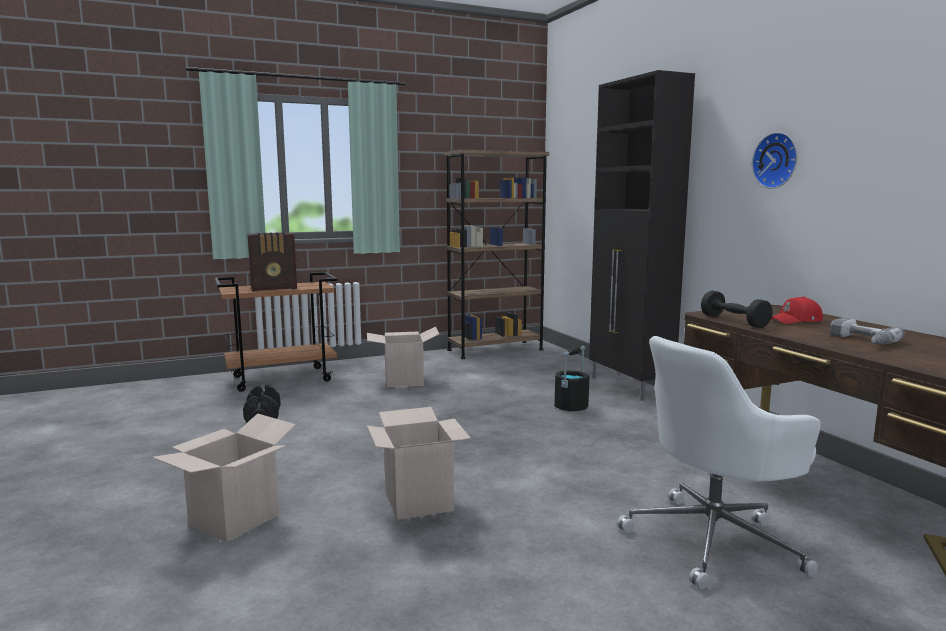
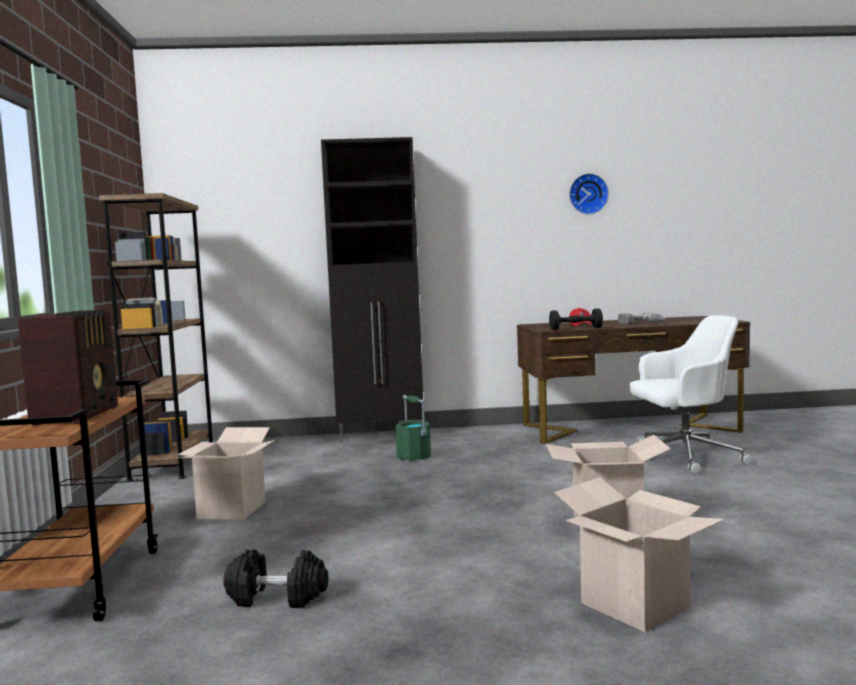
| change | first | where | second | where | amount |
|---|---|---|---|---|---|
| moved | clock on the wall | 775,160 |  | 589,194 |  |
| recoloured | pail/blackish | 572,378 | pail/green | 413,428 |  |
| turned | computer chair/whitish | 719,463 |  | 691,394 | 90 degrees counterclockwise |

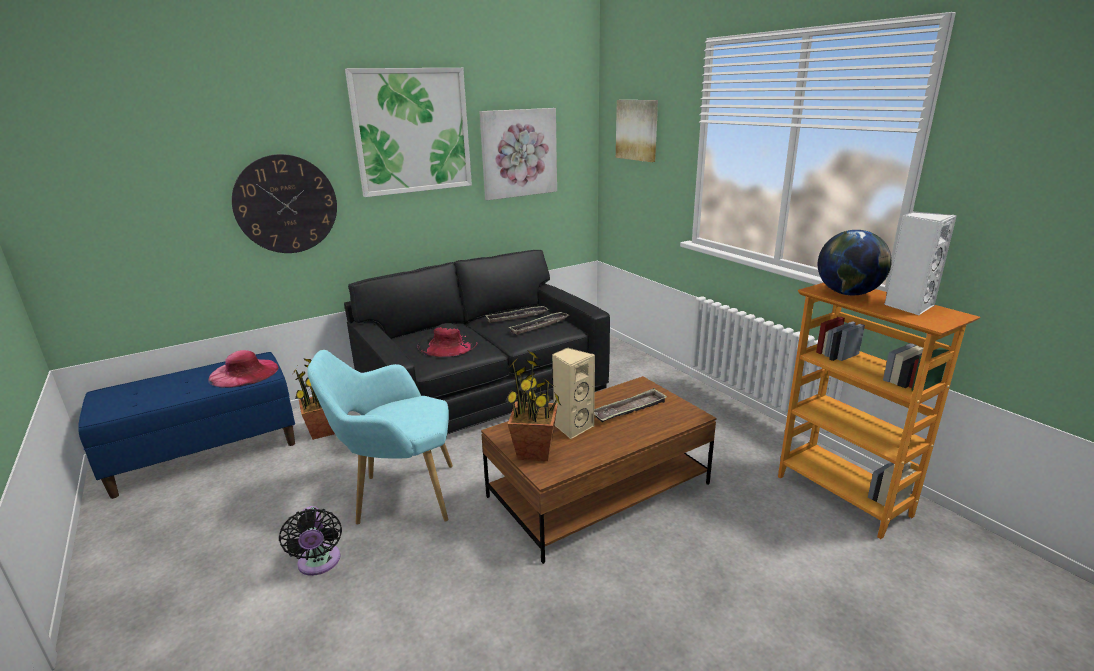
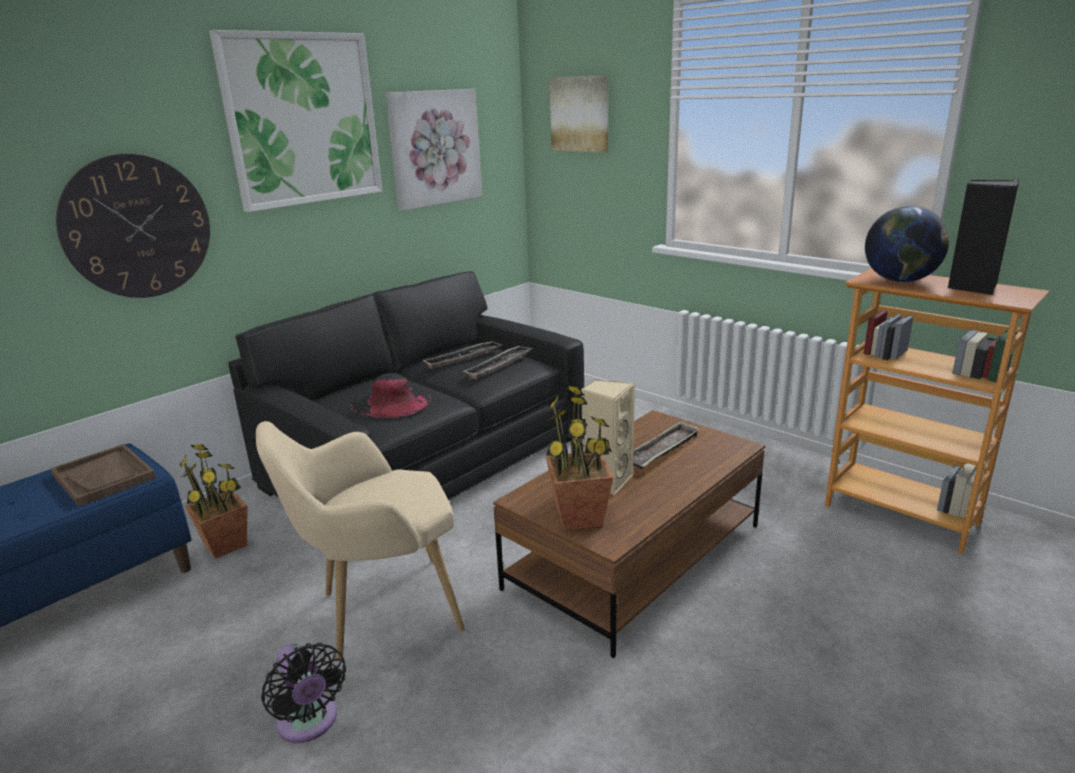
| change | first | where | second | where | amount |
|---|---|---|---|---|---|
| replaced | wearable hat/pink-coloured | 243,369 | carrying tray/brown-coloured | 103,475 |  |
| recoloured | armchair/blue-green | 380,437 | armchair/beige-coloured | 360,540 |  |
| recoloured | audio speaker/whitish | 920,263 | audio speaker/blackish | 983,237 |  |

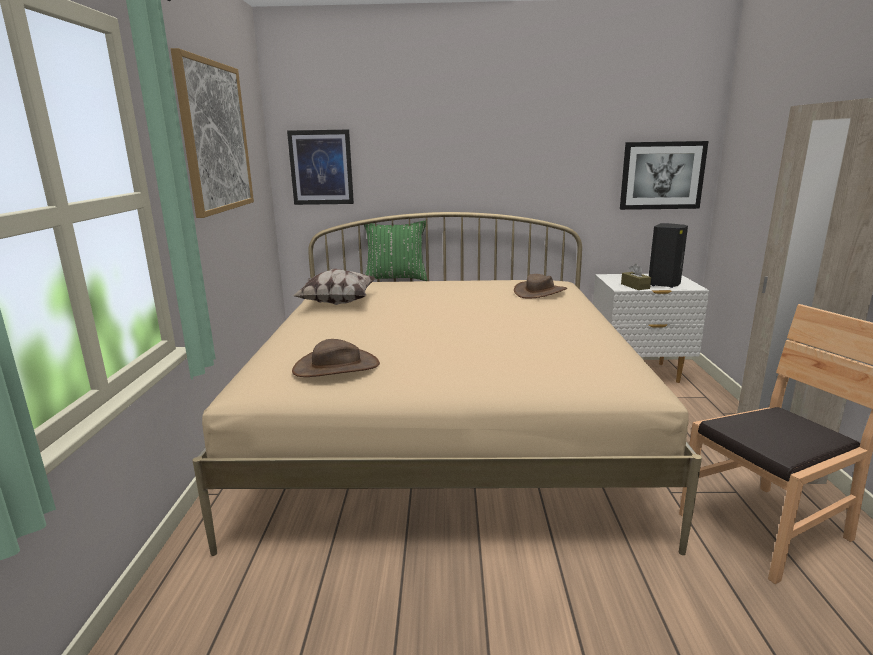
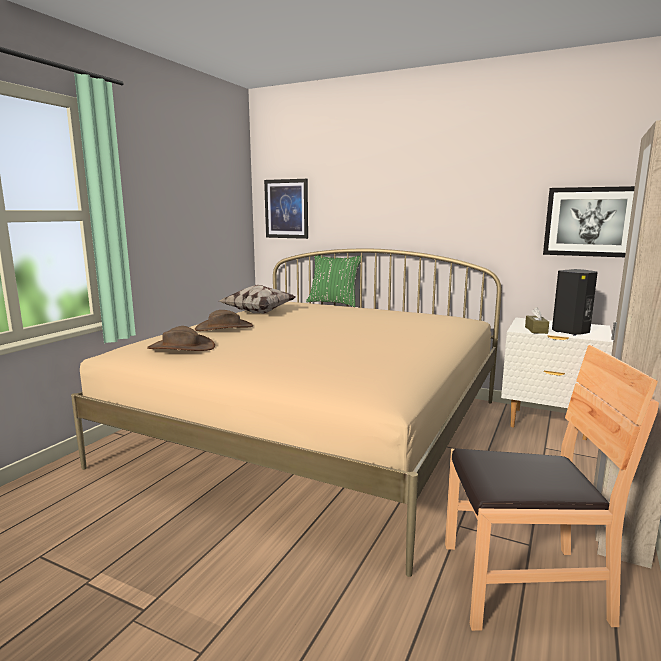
| change | first | where | second | where | amount |
|---|---|---|---|---|---|
| removed | wall art | 212,133 |  |  |  |
| moved | wearable hat/brown-coloured | 540,286 |  | 224,320 |  |

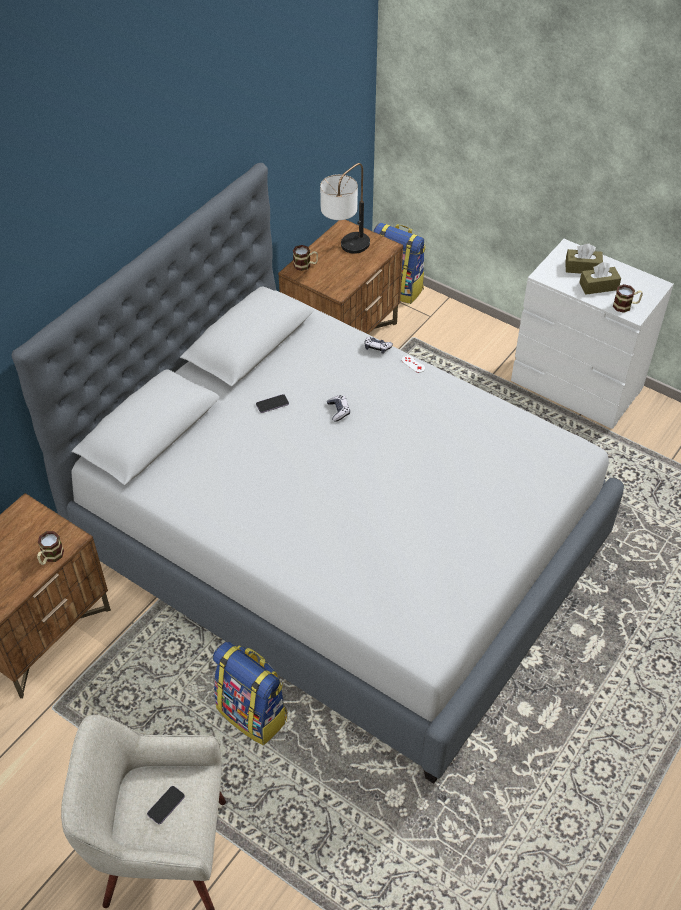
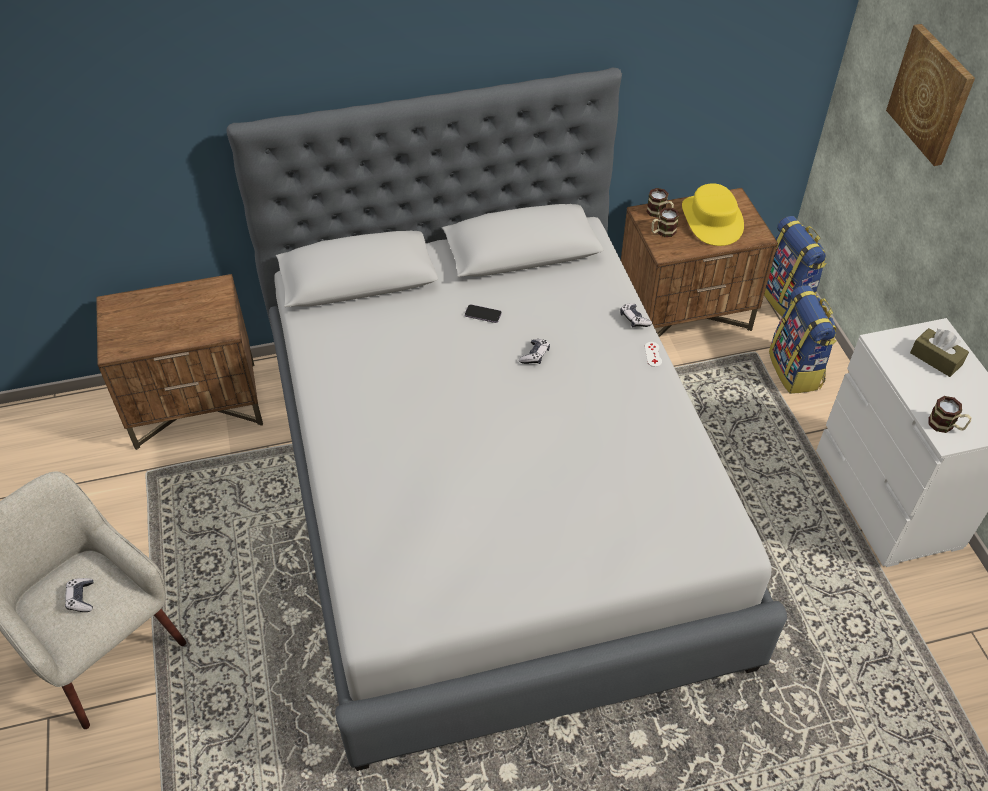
| change | first | where | second | where | amount |
|---|---|---|---|---|---|
| removed | box of tissues/brown-coloured | 600,278 |  |  |  |
| added |  |  | wall art | 930,95 |  |
| moved | mug | 50,548 |  | 665,222 |  |
| moved | knapsack | 250,693 |  | 803,339 |  |
| replaced | handset | 166,805 | gamepad | 79,595 |  |
| replaced | lamp for a table | 345,208 | wearable hat/yellow-coloured | 713,214 |  |

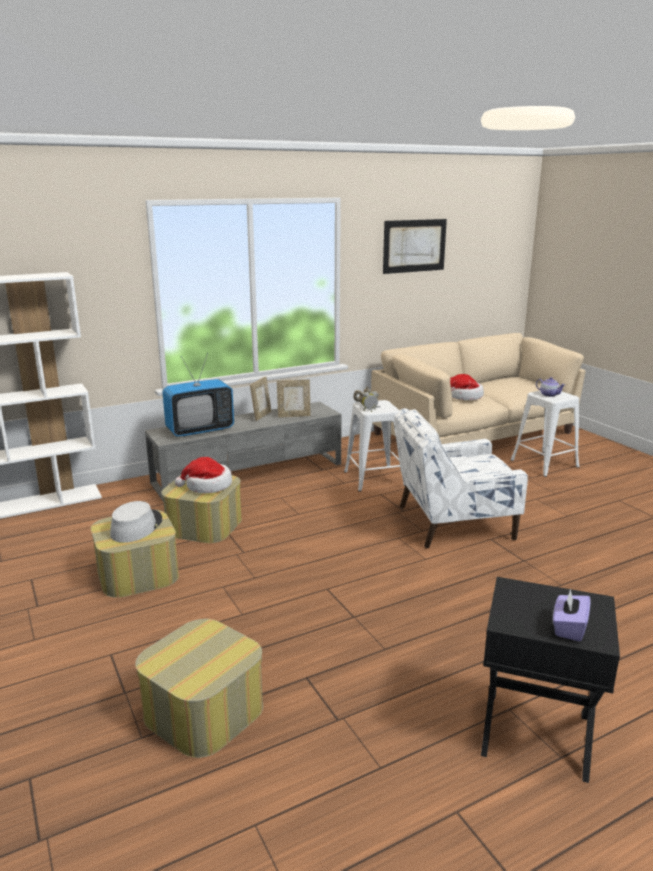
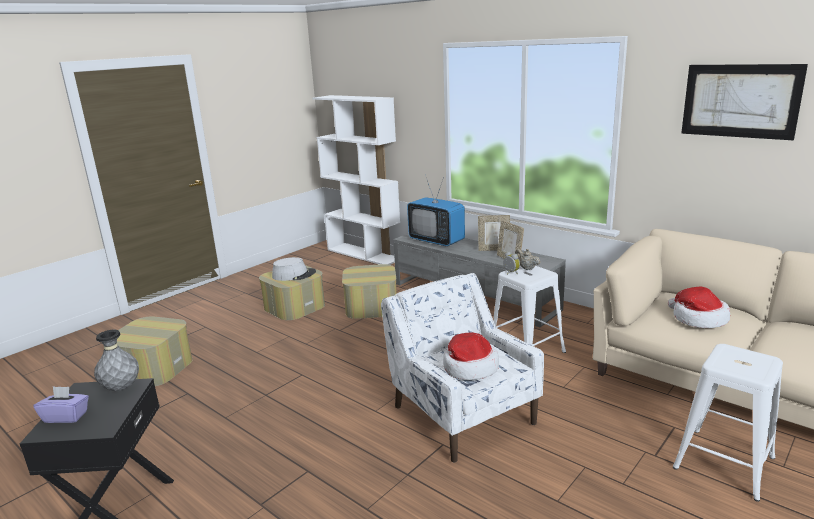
| change | first | where | second | where | amount |
|---|---|---|---|---|---|
| removed | tea pot | 550,387 |  |  |  |
| added |  |  | vase/gray | 116,360 |  |
| moved | wearable hat | 203,475 |  | 471,356 |  |

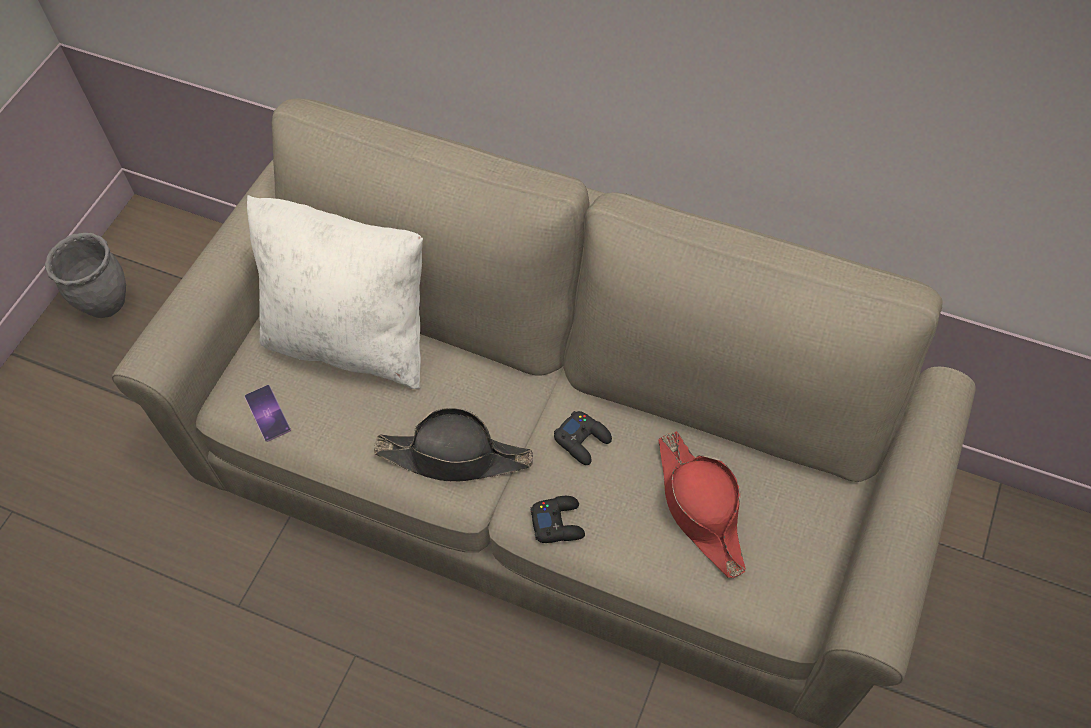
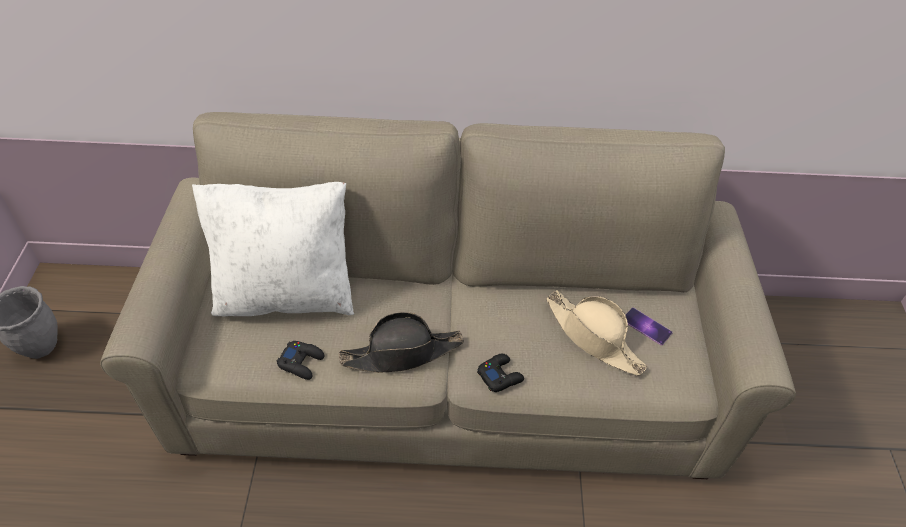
| change | first | where | second | where | amount |
|---|---|---|---|---|---|
| moved | handset | 268,413 |  | 649,326 |  |
| moved | gamepad/blackish | 583,438 |  | 300,360 |  |
| recoloured | wearable hat/red-coloured | 702,505 | wearable hat/beige-coloured | 596,333 |  |

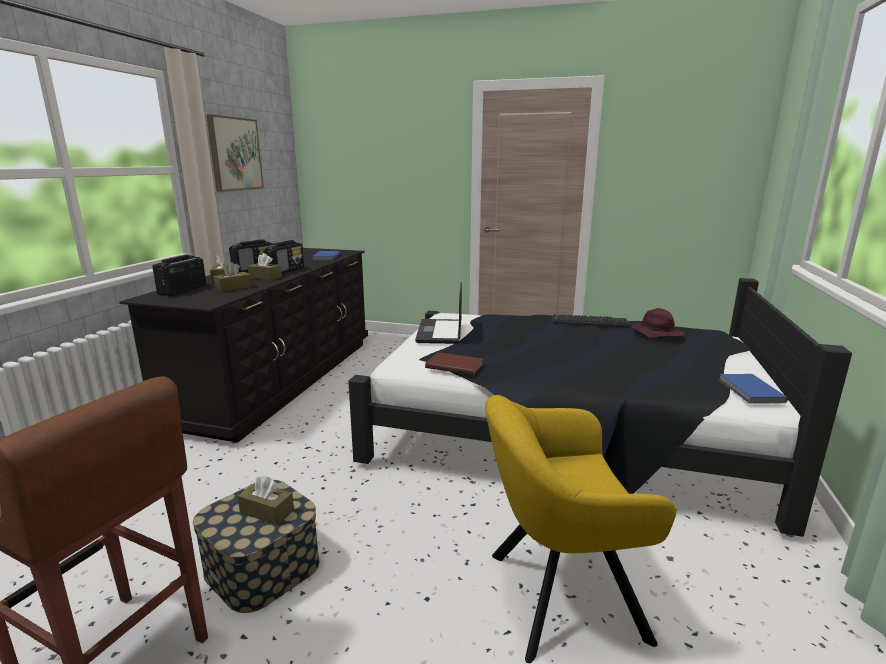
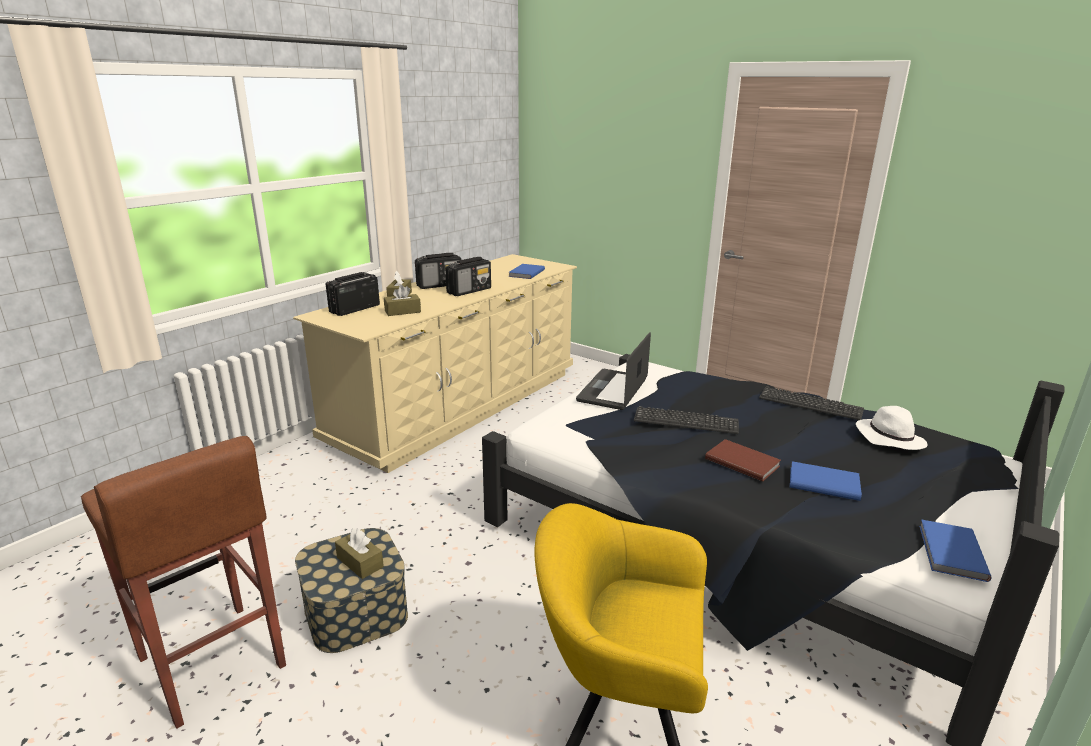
| change | first | where | second | where | amount |
|---|---|---|---|---|---|
| removed | wall art | 235,153 |  |  |  |
| removed | box of tissues/brown-coloured | 265,266 |  |  |  |
| added |  |  | keyboard | 686,420 |  |
| added |  |  | book/bluish | 826,481 |  |
| moved | book/brown-coloured | 454,363 |  | 743,460 |  |
| recoloured | dresser/blackish | 243,345 | dresser/beige-coloured | 435,363 |  |
| recoloured | wearable hat/purple-coloured | 658,323 | wearable hat/whitish | 892,428 |  |

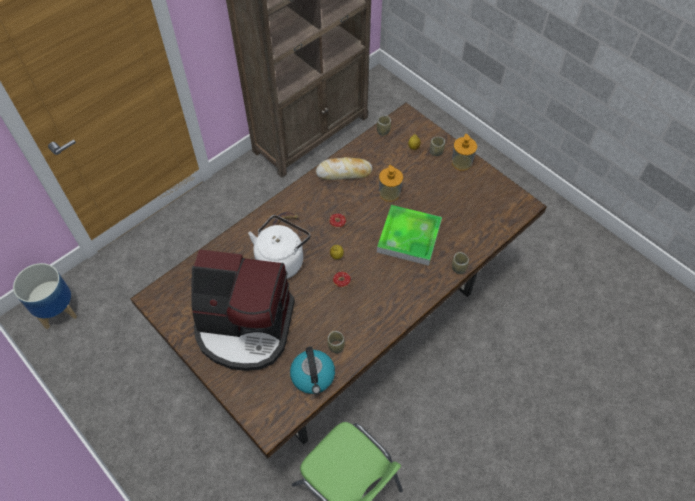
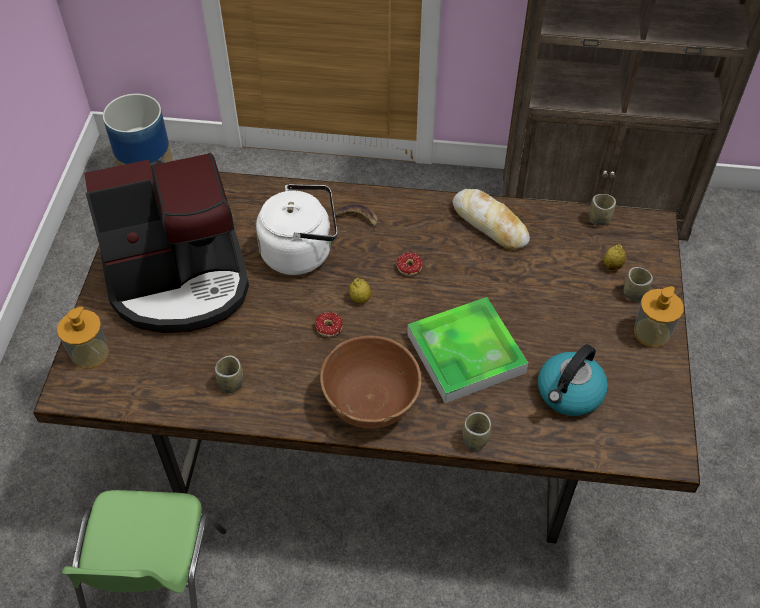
| change | first | where | second | where | amount |
|---|---|---|---|---|---|
| added |  |  | deep dish/brown-coloured | 370,382 |  |
| moved | water kettle | 312,370 |  | 573,380 |  |
| moved | soap bottle | 391,183 |  | 83,337 |  |
| turned | coffee brewer | 243,310 |  | 166,243 | 75 degrees counterclockwise |

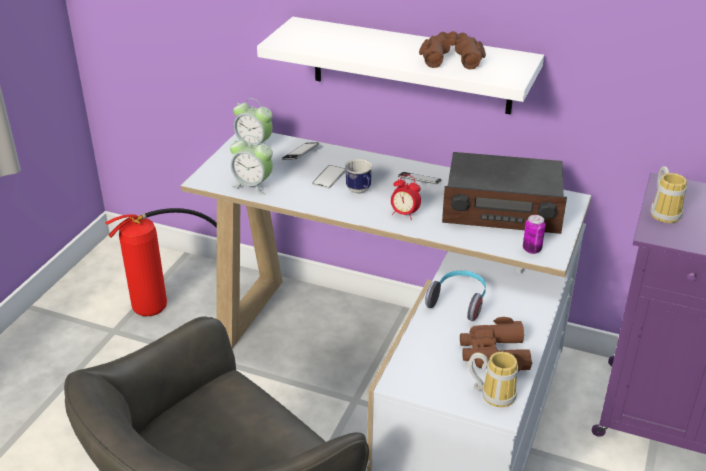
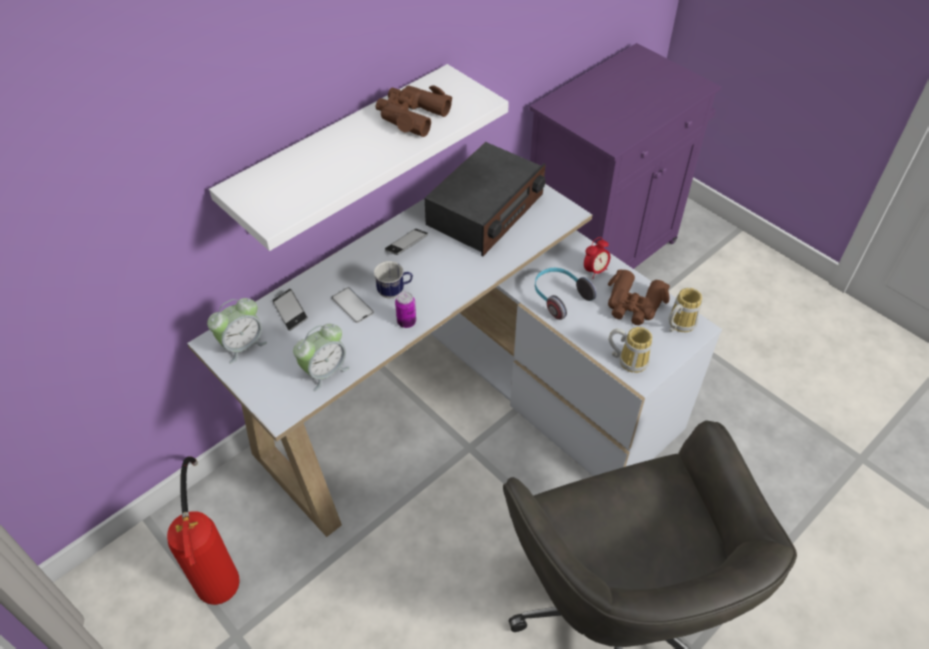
| change | first | where | second | where | amount |
|---|---|---|---|---|---|
| moved | table clock | 406,197 |  | 597,258 |  |
| moved | metal can | 534,234 |  | 405,310 |  |
| moved | mug | 668,194 |  | 631,350 |  |

